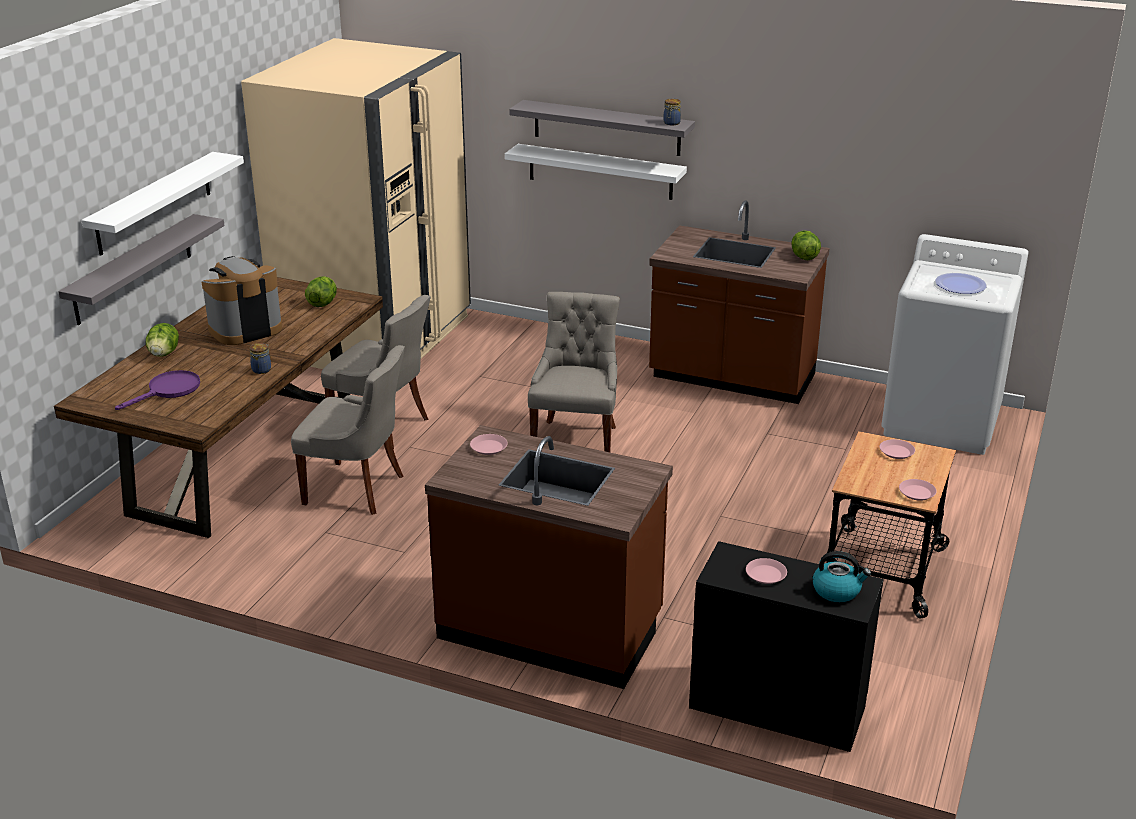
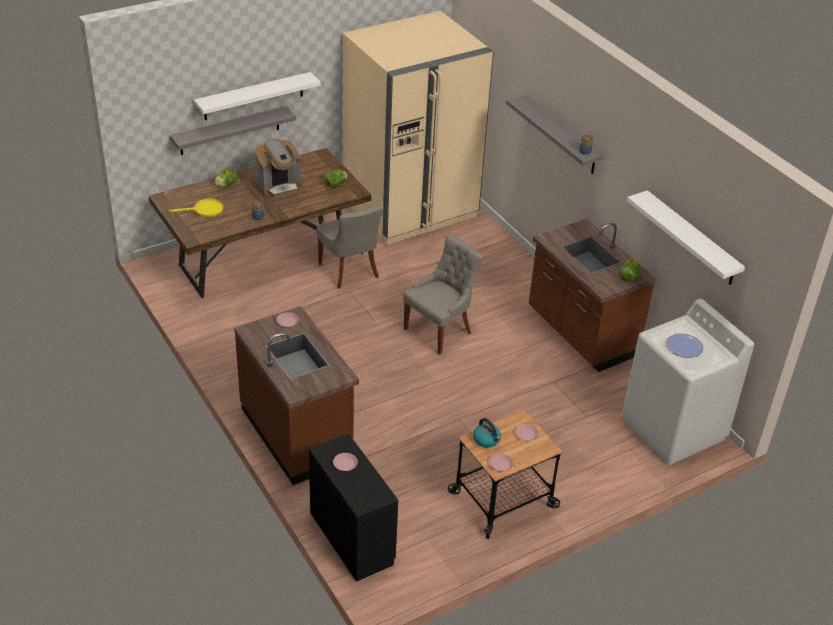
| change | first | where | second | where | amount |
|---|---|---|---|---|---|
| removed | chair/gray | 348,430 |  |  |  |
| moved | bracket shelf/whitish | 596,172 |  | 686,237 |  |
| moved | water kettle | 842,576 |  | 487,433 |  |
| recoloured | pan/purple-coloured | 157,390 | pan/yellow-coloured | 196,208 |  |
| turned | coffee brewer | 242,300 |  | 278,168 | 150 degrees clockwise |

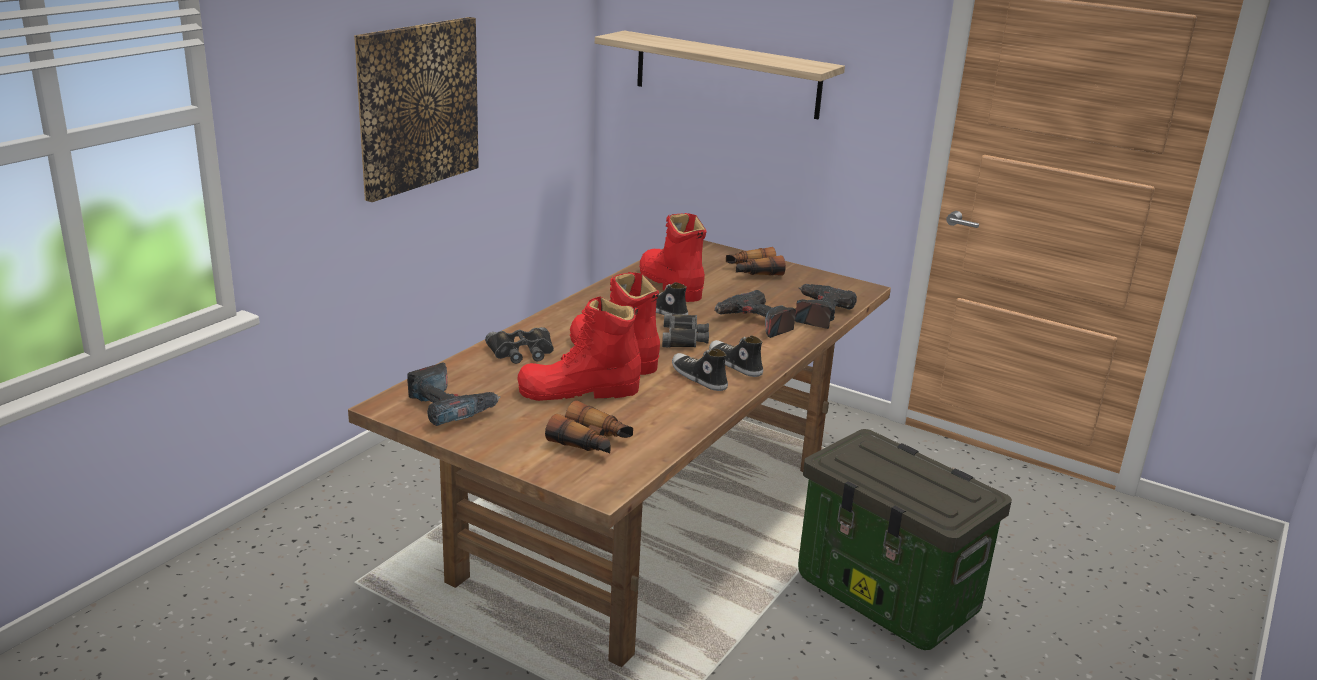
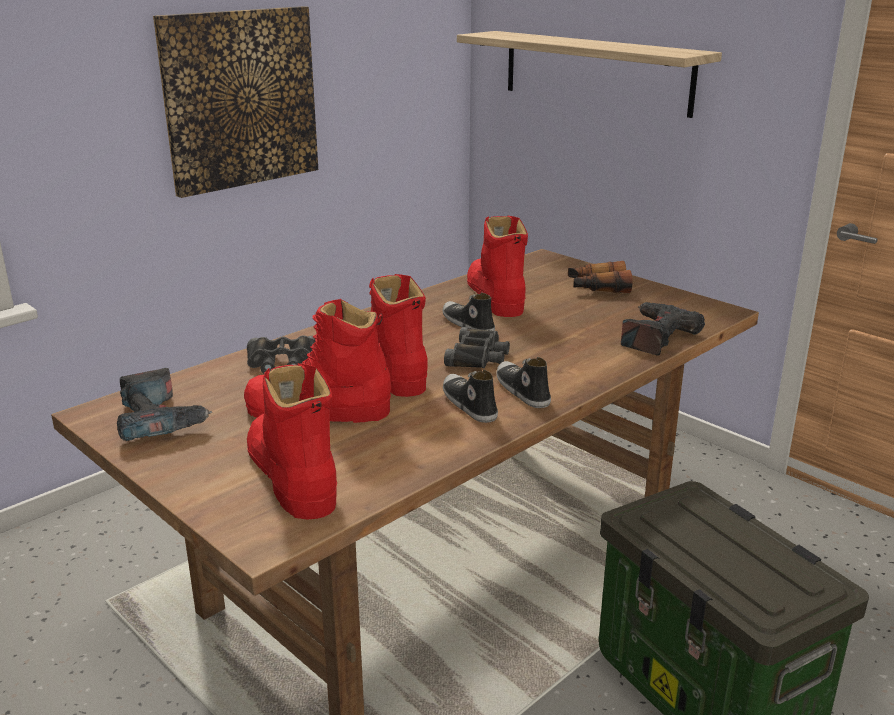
| change | first | where | second | where | amount |
|---|---|---|---|---|---|
| removed | drill | 755,314 |  |  |  |
| replaced | binoculars | 589,426 | boot/red-coloured | 292,441 |  |

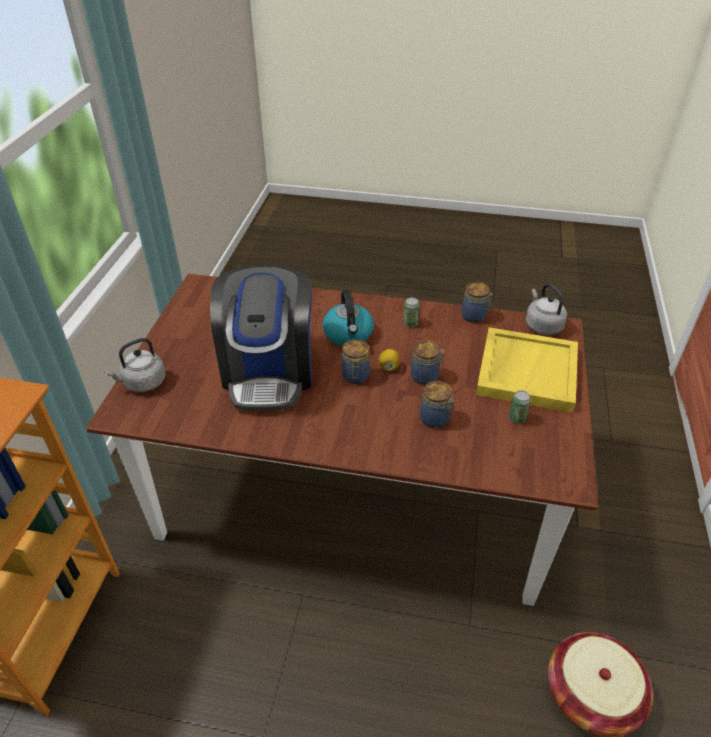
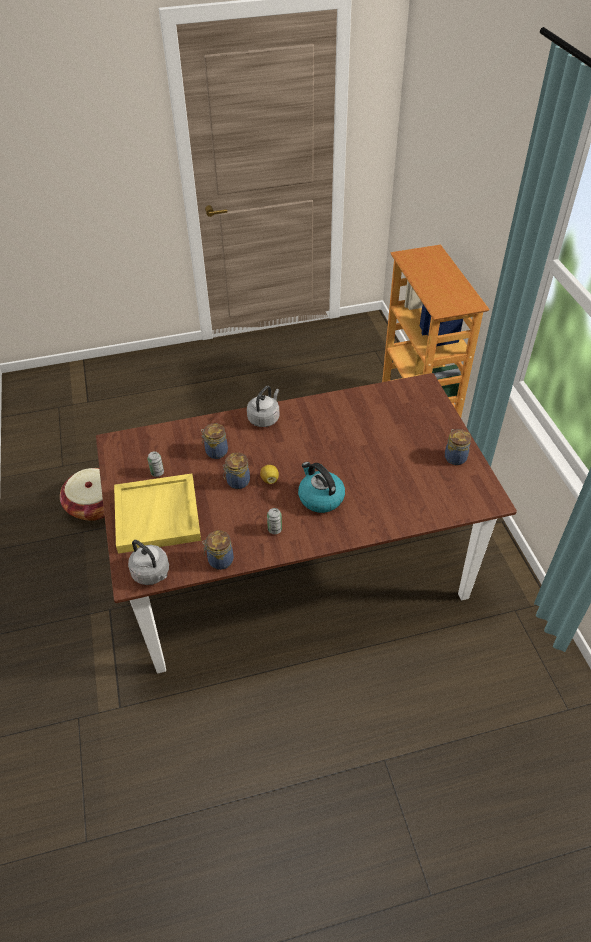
| change | first | where | second | where | amount |
|---|---|---|---|---|---|
| removed | coffee brewer | 261,337 |  |  |  |
| moved | water kettle/gray | 135,365 |  | 263,406 |  |
| moved | jar | 356,361 |  | 458,447 |  |

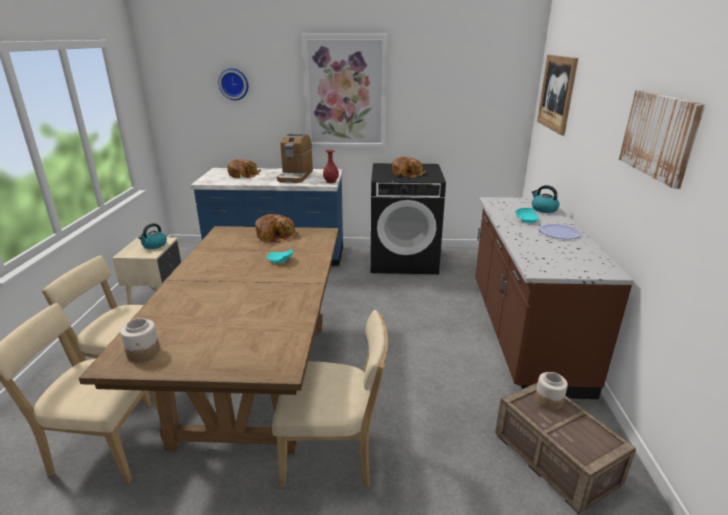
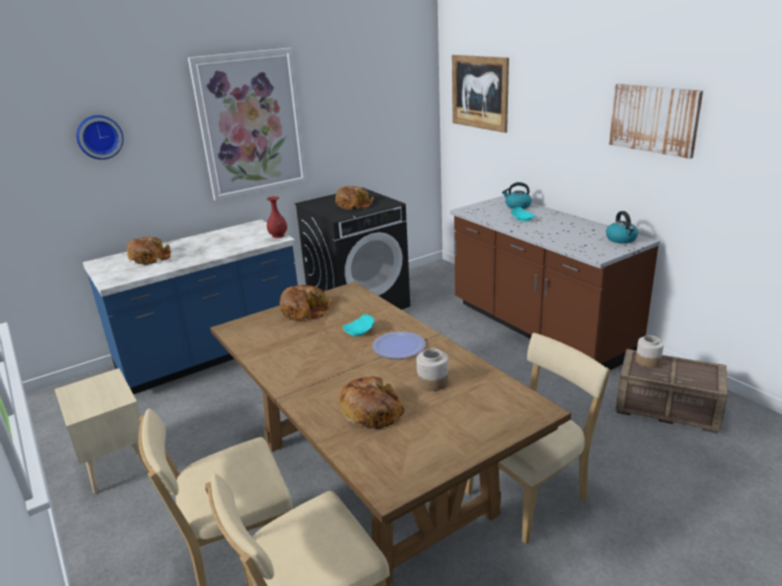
| change | first | where | second | where | amount |
|---|---|---|---|---|---|
| removed | coffee brewer | 295,158 |  |  |  |
| added |  |  | bakery bread | 372,402 |  |
| moved | jar | 140,340 |  | 432,369 |  |
| moved | water kettle | 152,236 |  | 622,227 |  |
| moved | dinner plate | 560,231 |  | 399,345 |  |

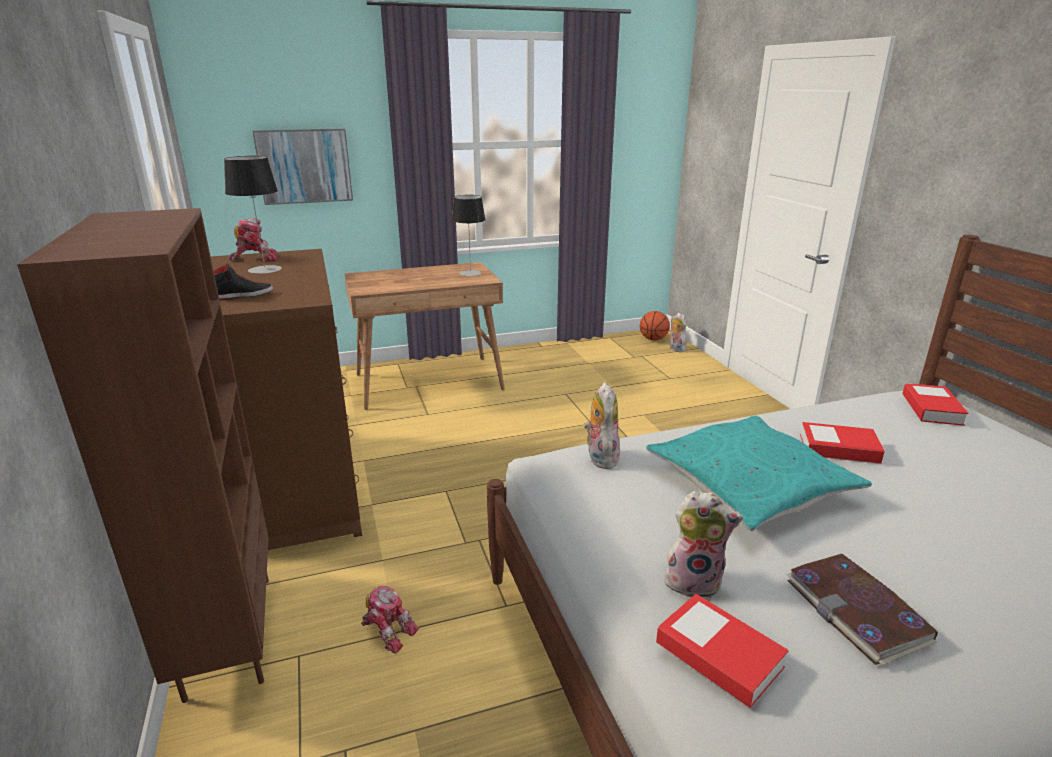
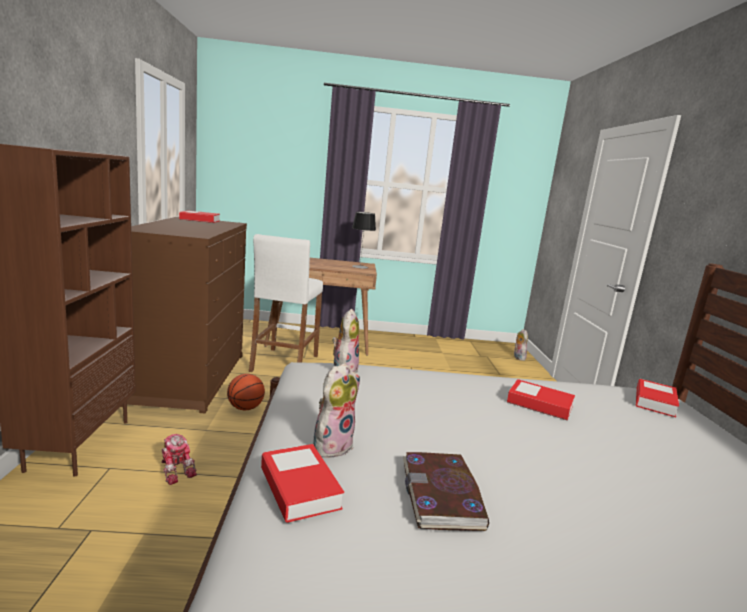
| change | first | where | second | where | amount |
|---|---|---|---|---|---|
| removed | item of footwear/blackish | 243,281 |  |  |  |
| removed | lamp for a table | 253,215 |  |  |  |
| removed | wall art | 303,167 |  |  |  |
| removed | cushion/blue-green | 759,473 |  |  |  |
| added |  |  | sitting stool/whitish | 286,303 |  |
| moved | ball for basketball | 655,326 |  | 246,392 |  |
| replaced | robot figure | 253,239 | book | 199,216 |  |
| turned | cuddly toy | 703,544 |  | 336,410 | 75 degrees counterclockwise |

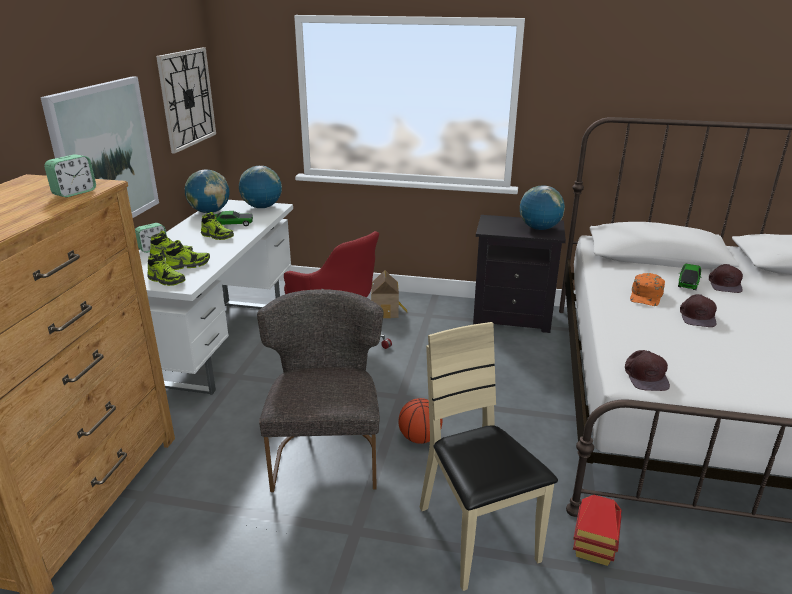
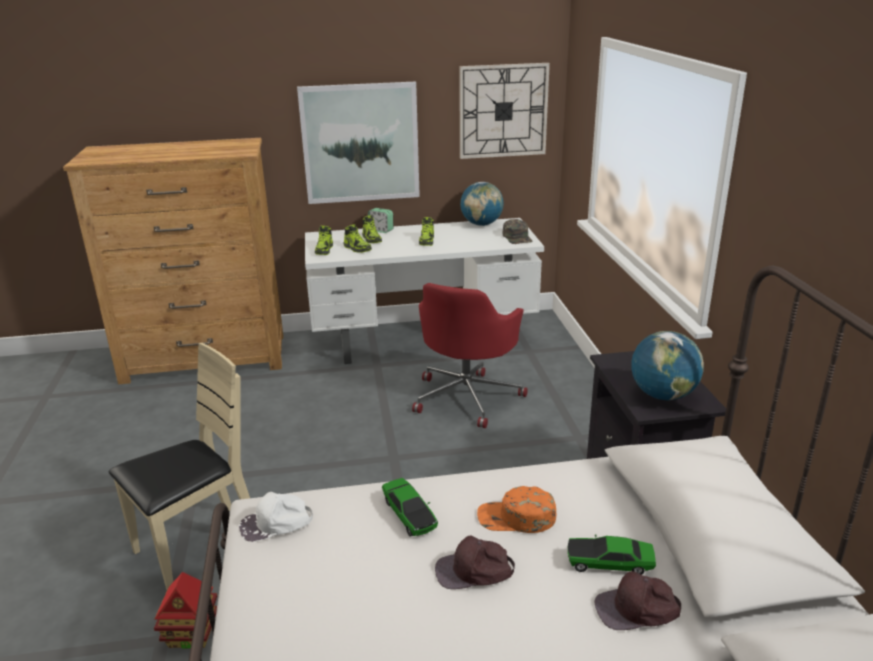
| change | first | where | second | where | amount |
|---|---|---|---|---|---|
| removed | table clock | 70,176 |  |  |  |
| removed | chair/gray | 320,390 |  |  |  |
| removed | model house | 389,294 |  |  |  |
| removed | ball for basketball | 420,421 |  |  |  |
| moved | model car | 234,218 |  | 410,507 |  |
| replaced | globe | 260,187 | peaked cap/green | 517,231 |  |
| recoloured | peaked cap/brown-coloured | 647,370 | peaked cap/whitish | 276,517 |  |

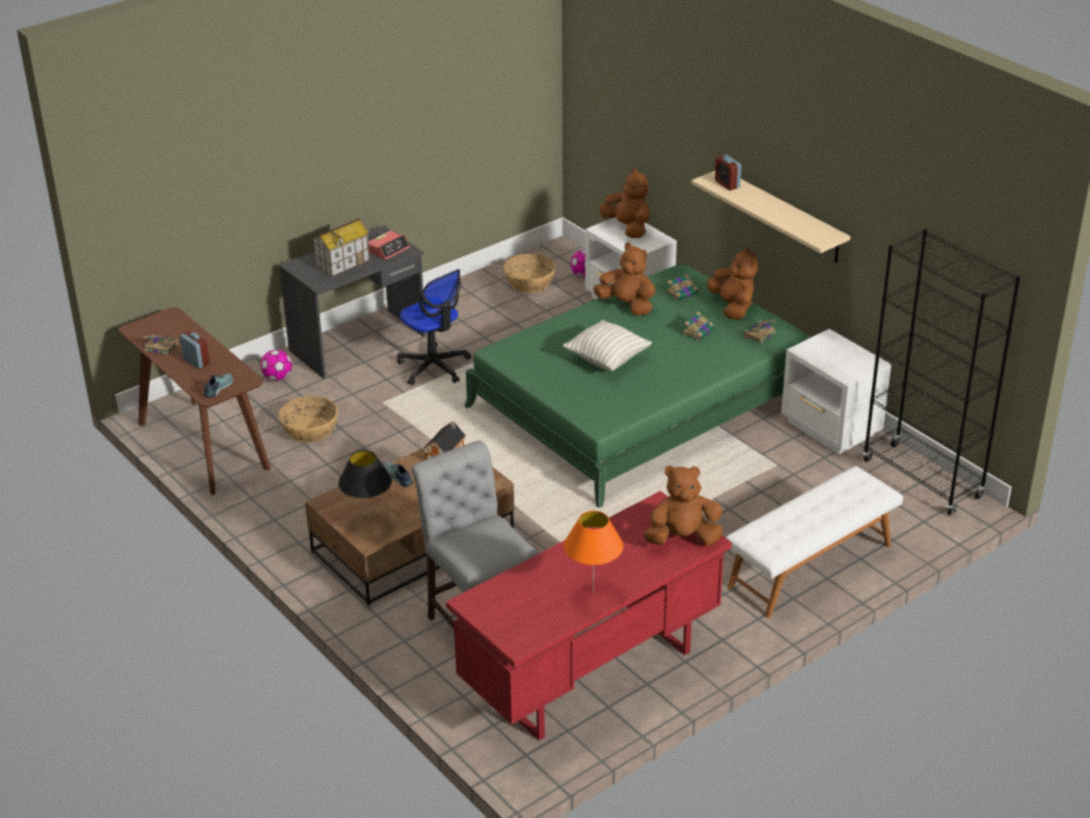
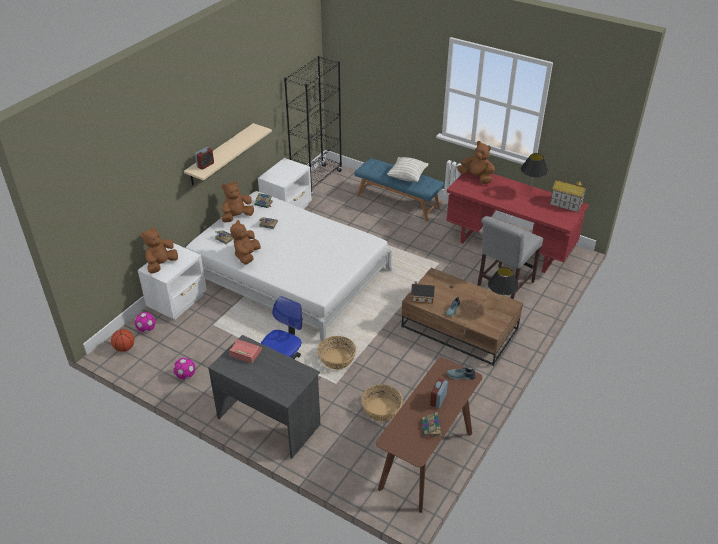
| change | first | where | second | where | amount |
|---|---|---|---|---|---|
| added |  |  | ball for basketball | 122,340 |  |
| moved | football | 276,365 |  | 184,368 |  |
| moved | model house | 341,247 |  | 568,195 |  |
| moved | household basket | 529,273 |  | 337,352 |  |
| moved | cushion | 607,345 |  | 408,169 |  |
| recoloured | bed/green | 637,386 | bed/whitish | 289,267 |  |
| recoloured | lamp for a table/orange | 593,552 | lamp for a table/blackish | 534,173 |  |
| recoloured | long seat/whitish | 814,542 | long seat/bluish | 399,189 |  |
| turned | cuddly toy/brown-coloured | 683,505 |  | 476,162 | 150 degrees clockwise |

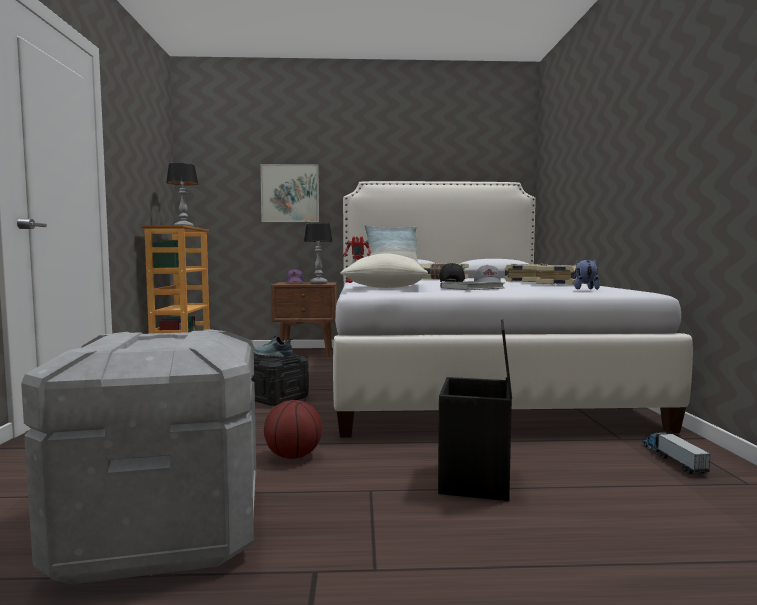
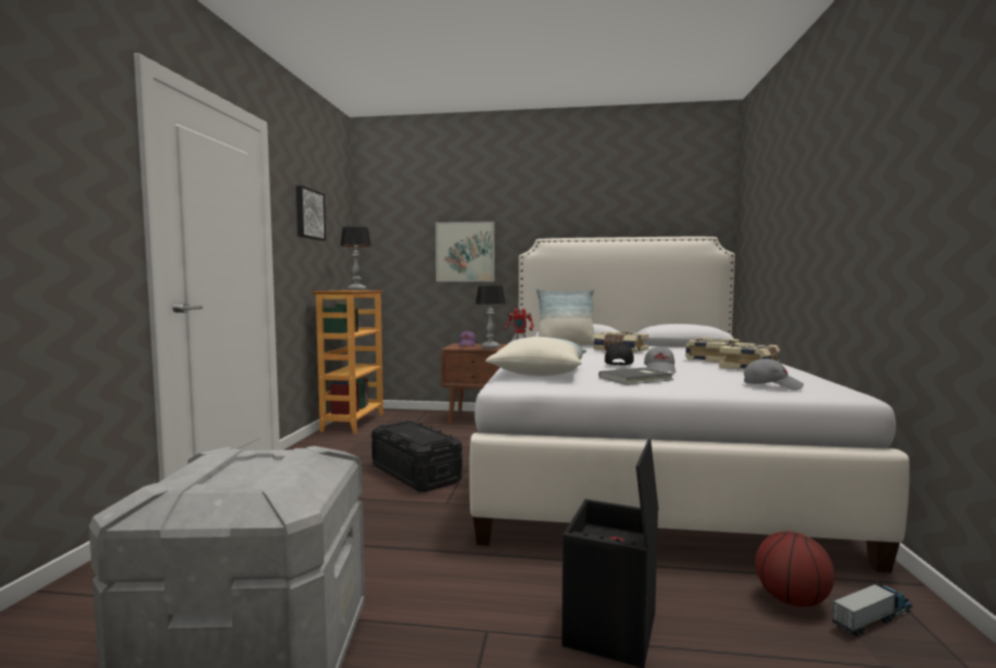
| change | first | where | second | where | amount |
|---|---|---|---|---|---|
| removed | item of footwear | 274,346 |  |  |  |
| added |  |  | wall art | 311,213 |  |
| moved | ball for basketball | 293,429 |  | 795,569 |  |
| replaced | cuddly toy | 587,274 | peaked cap/gray | 774,374 |  |
| turned | toy truck | 676,453 |  | 872,609 | 60 degrees clockwise |

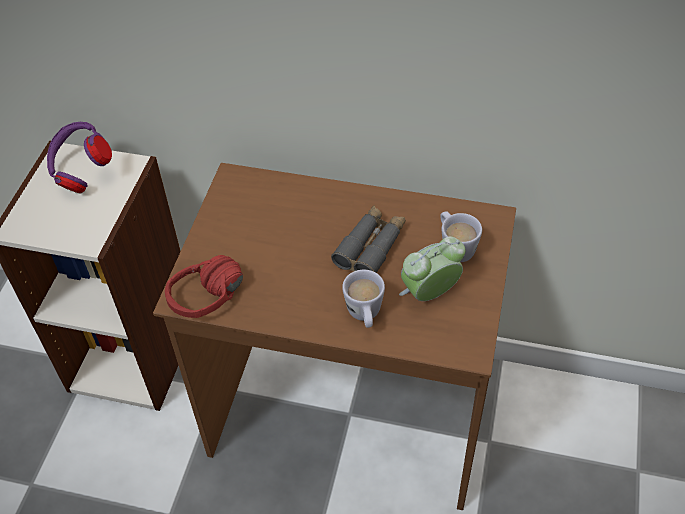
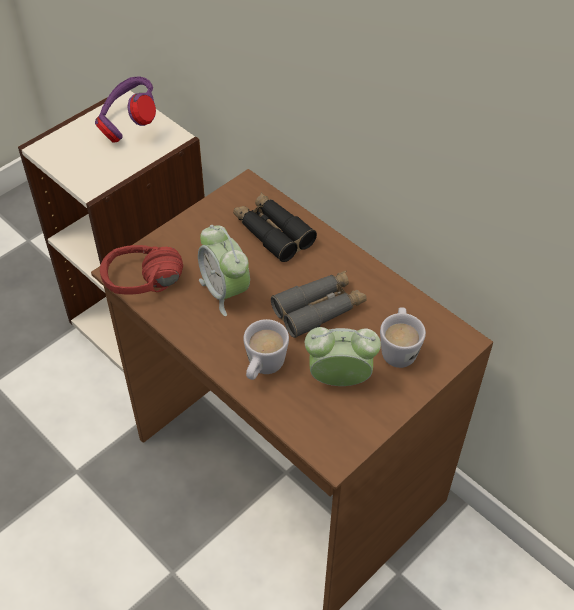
| change | first | where | second | where | amount |
|---|---|---|---|---|---|
| added |  |  | table clock | 224,270 |  |
| added |  |  | binoculars/blackish | 275,227 |  |

